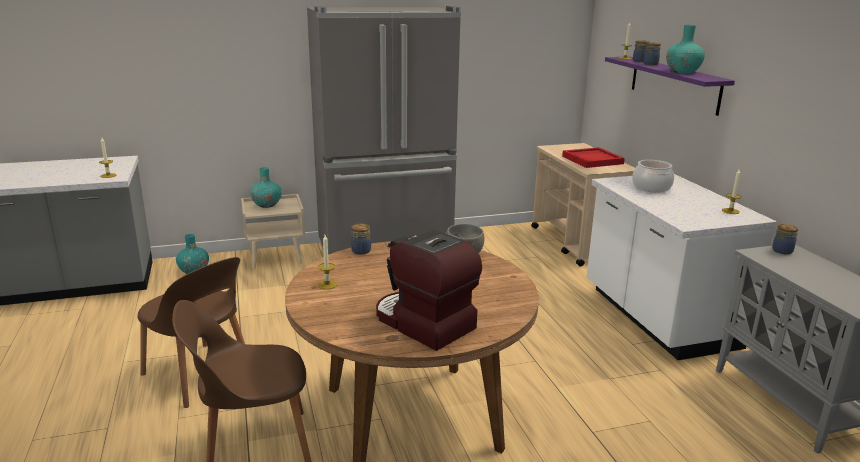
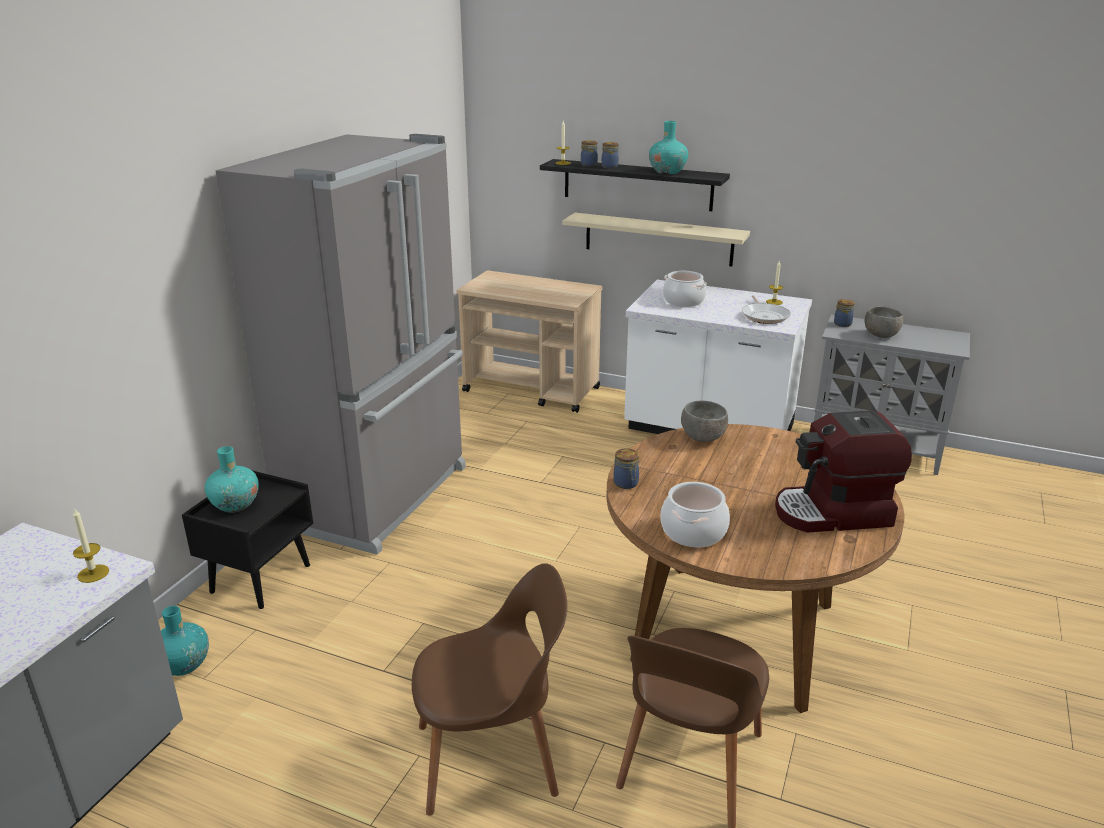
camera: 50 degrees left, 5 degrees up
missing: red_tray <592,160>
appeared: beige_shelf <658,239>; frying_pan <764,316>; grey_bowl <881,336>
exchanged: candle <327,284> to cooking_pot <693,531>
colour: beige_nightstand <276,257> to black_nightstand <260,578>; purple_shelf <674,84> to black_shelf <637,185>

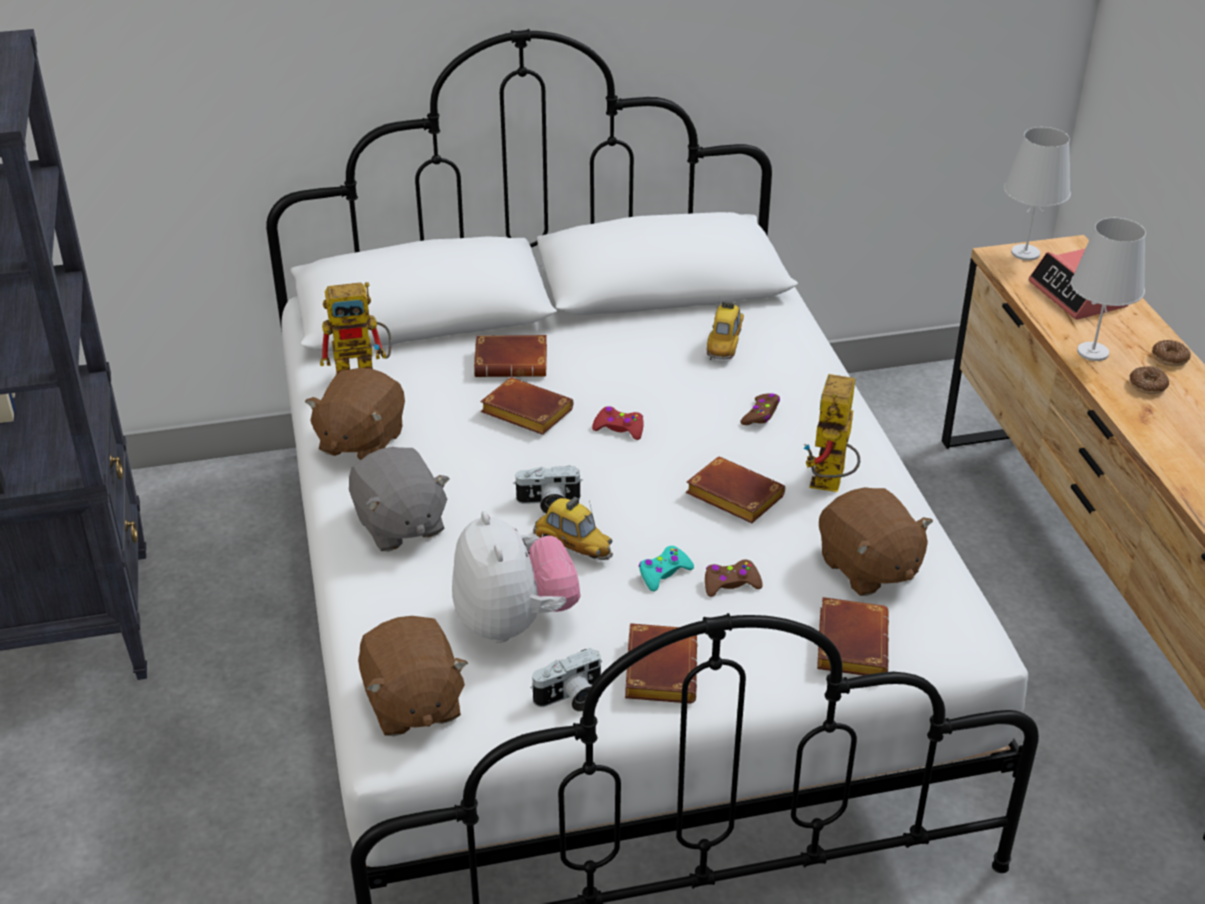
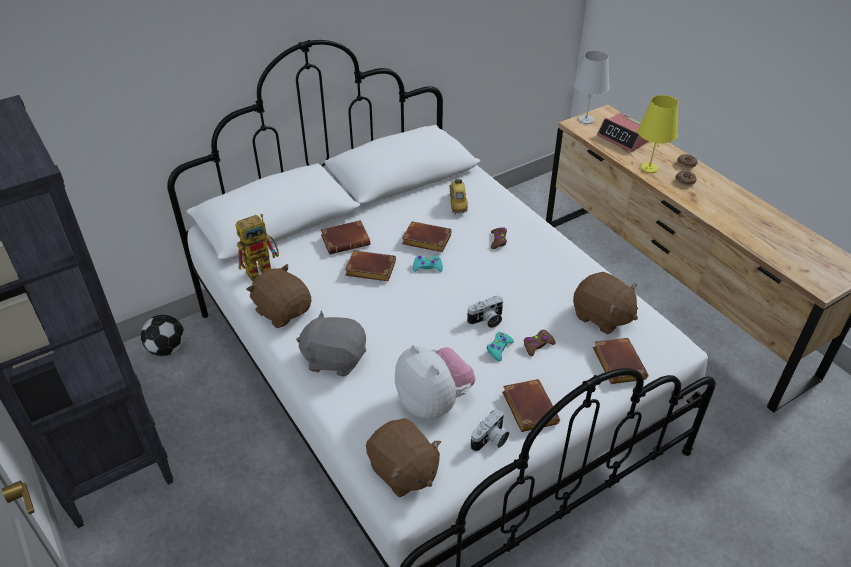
camera: 20 degrees left, 5 degrees up
missing: toy_car <573,547>; toy_robot <830,485>
appeared: football <167,349>
relocated: photo_camera <548,504> to <486,321>; brown_book <731,497> to <425,241>
colour: red_game_controller <619,428> to turquoise_game_controller <427,267>; white_table_lamp <1092,352> to yellow_table_lamp <649,168>
spun: brown_plush_toy <360,441> = <283,311> 135 degrees clockwise; grey_plush_toy <399,525> = <334,359> 150 degrees clockwise

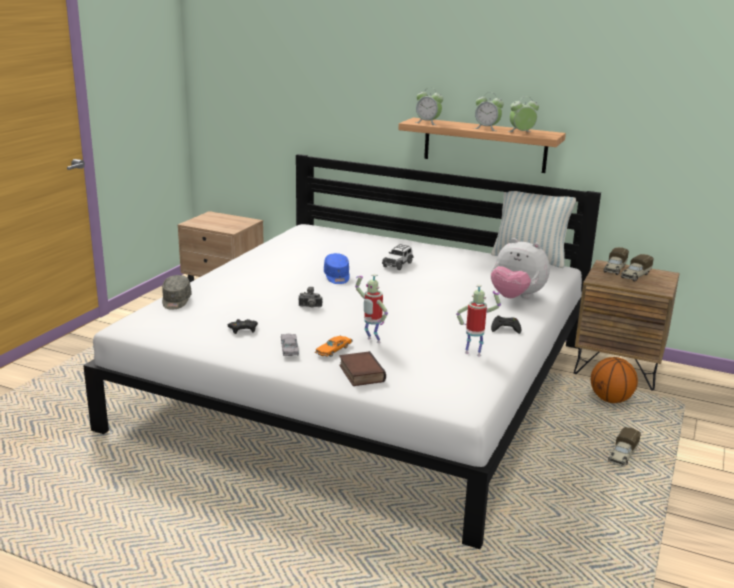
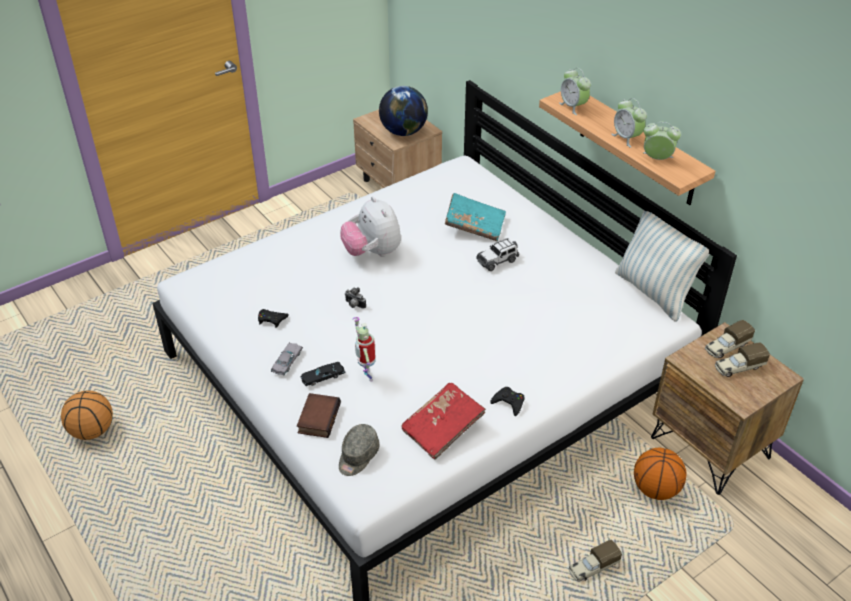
camera: 30 degrees right, 20 degrees up
missing: blue_cap <337,277>
appeared: basketball <91,431>; globe <403,132>; turquoise_book <474,226>
relocated: grey_cap <176,301> to <357,456>; plush_toy <516,297> to <372,252>
exchanged: toy_robot <474,353> to red_book <443,428>
colour: orange_toy_car <333,350> to black_toy_car <323,377>

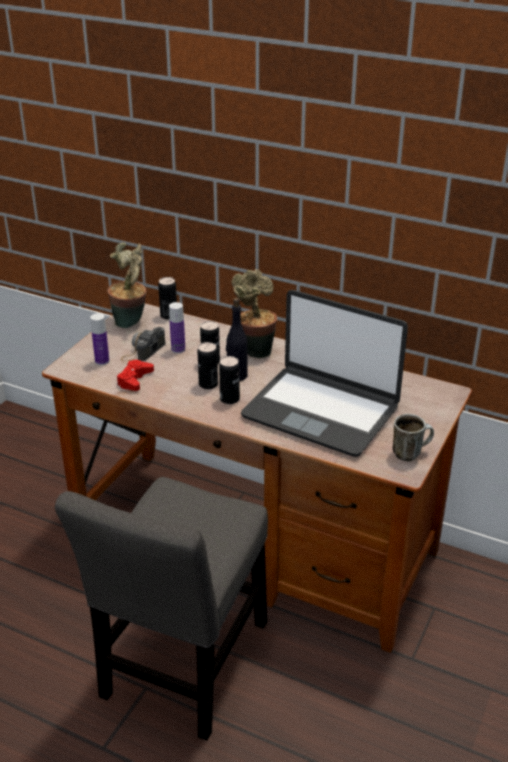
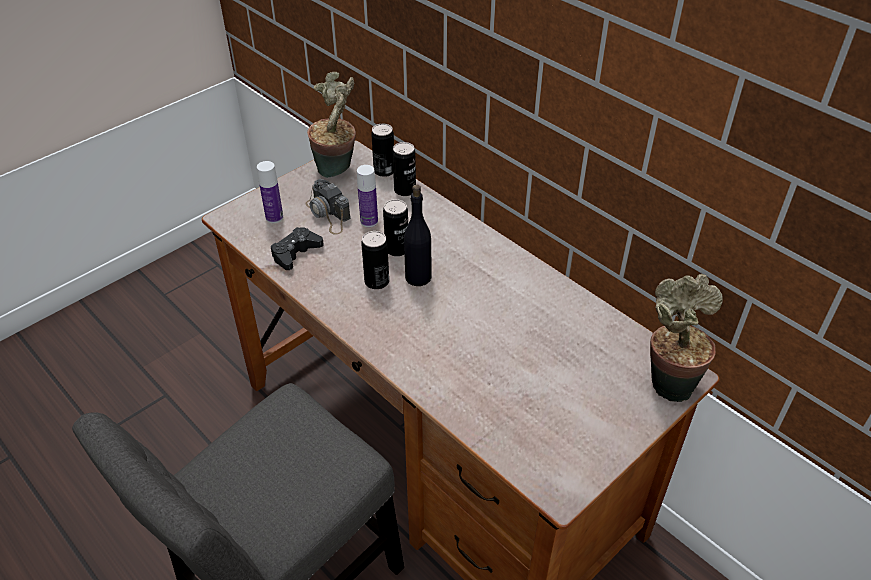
camera: 20 degrees right, 10 degrees up
missing: laptop <321,411>; mug <410,453>
relocated: can <229,399> to <405,190>; potted_plant <255,350> to <669,381>
colour: red_game_controller <134,380> to black_game_controller <296,253>
spun: photo_camera <143,351> = <328,214> 90 degrees counterclockwise

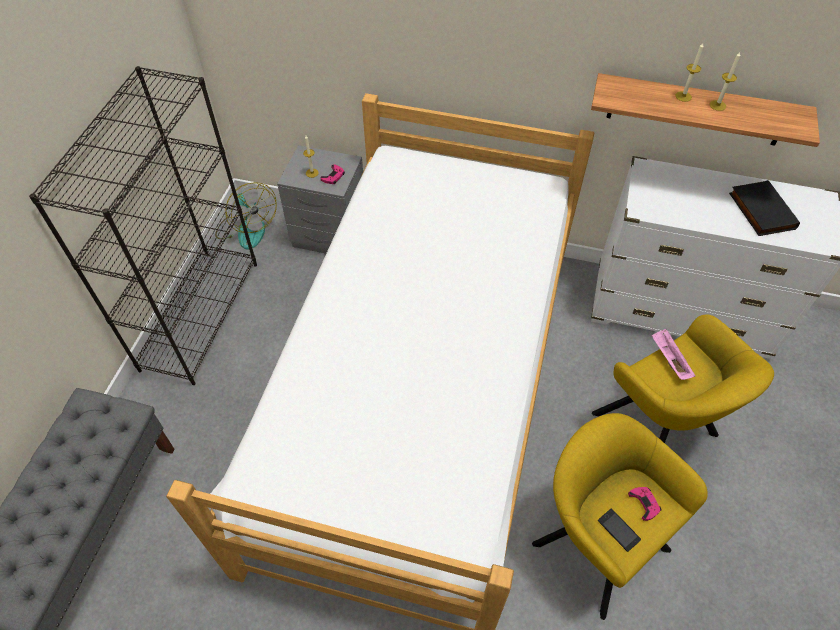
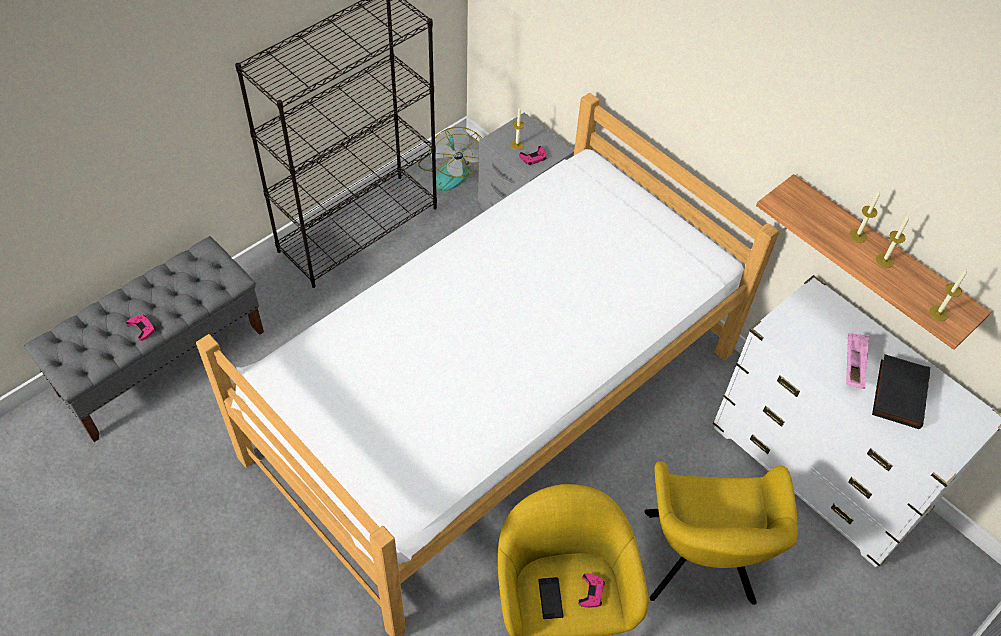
camera: 30 degrees right, 0 degrees up
appeared: pink_game_controller <142,328>; candle <938,313>
relocated: pink_tray <669,359> to <853,365>

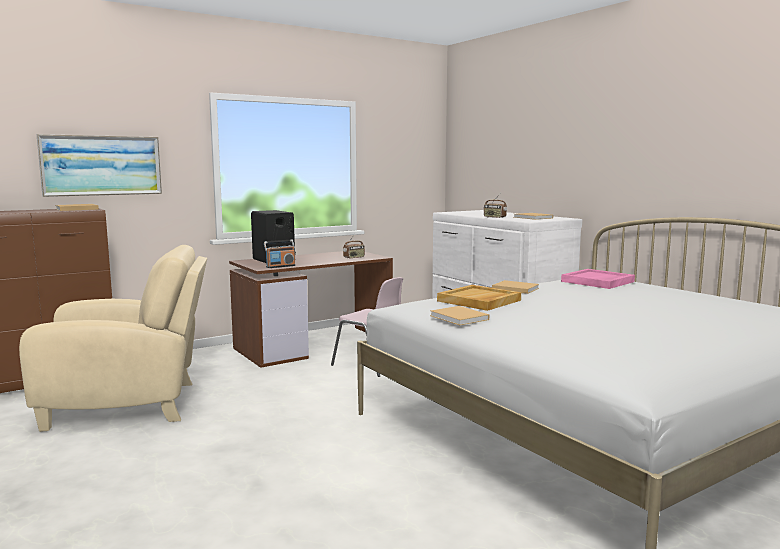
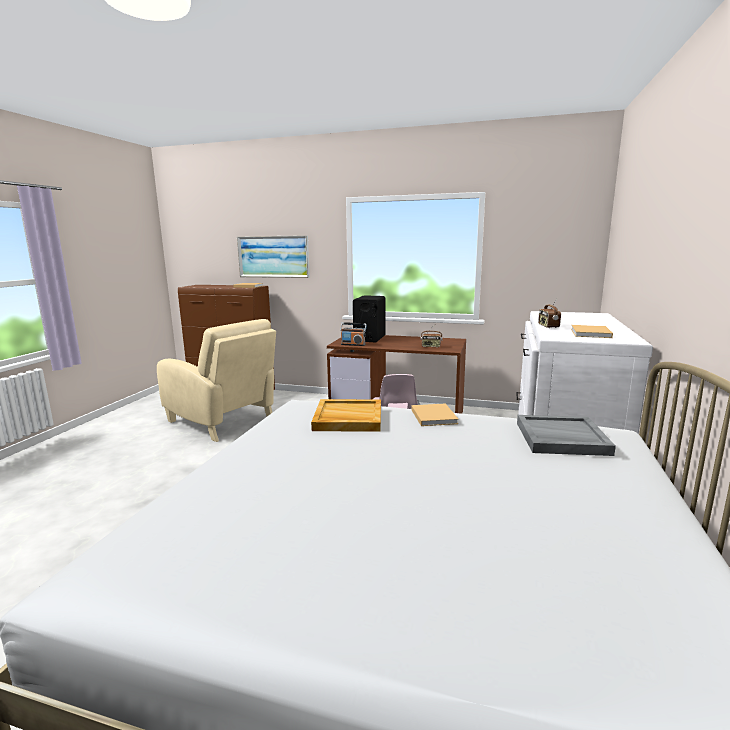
camera: 50 degrees right, 5 degrees up
missing: beige_book <460,318>
colour: pink_tray <597,281> to grey_tray <560,438>

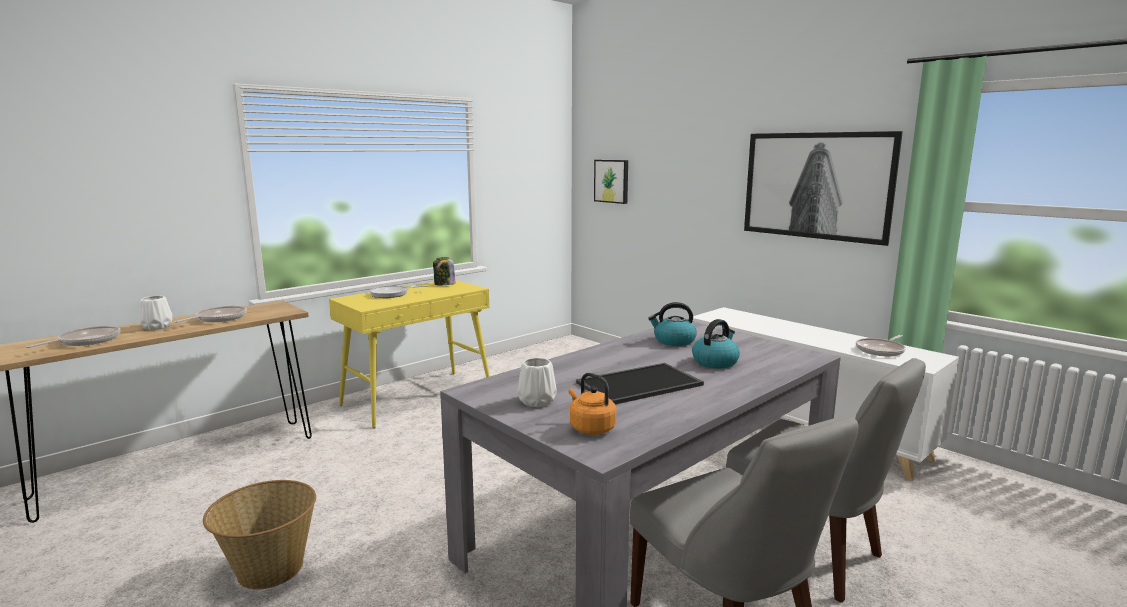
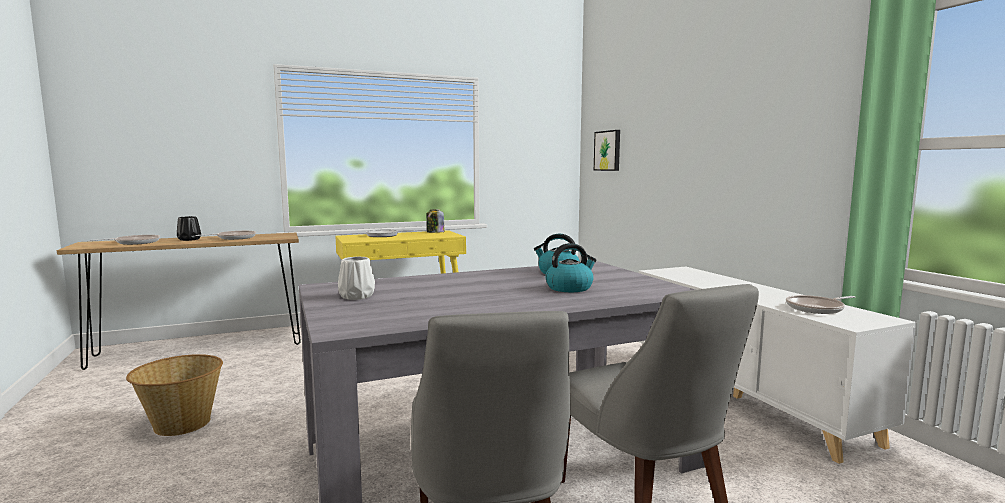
camera: 20 degrees right, 5 degrees down
missing: orange_kettle <590,428>; tray <639,385>; picture <816,185>
colour: white_vase <158,327> to black_vase <189,239>

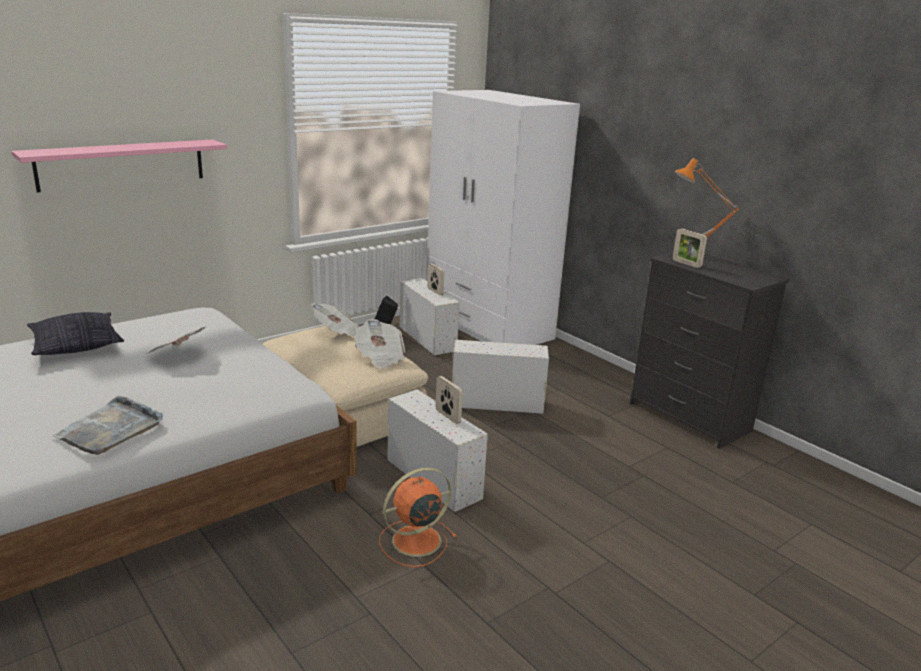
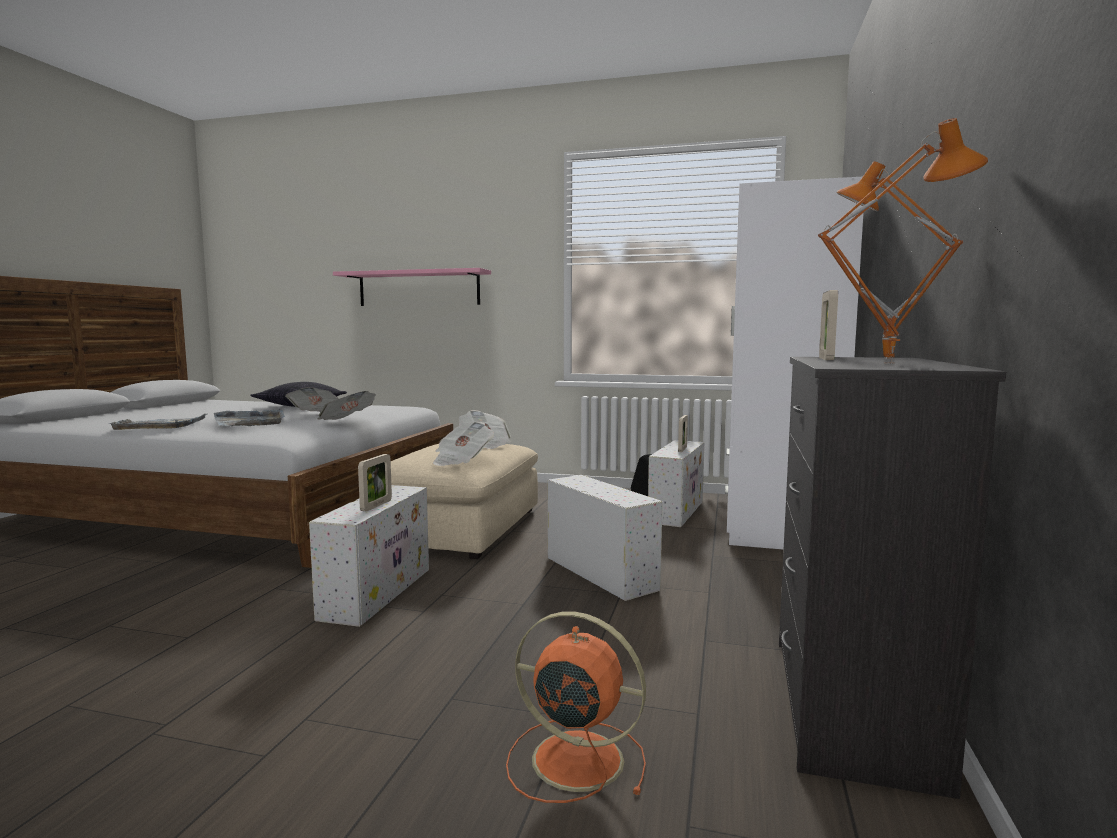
camera: 55 degrees right, 15 degrees down
appeared: grey_tray <250,422>; newspaper <347,422>; orange_table_lamp <886,363>
relocated: orange_fan <414,541> to <573,759>

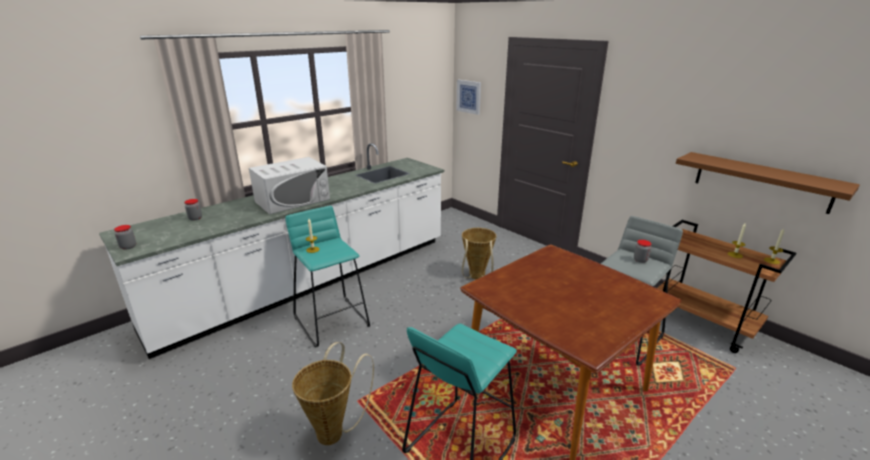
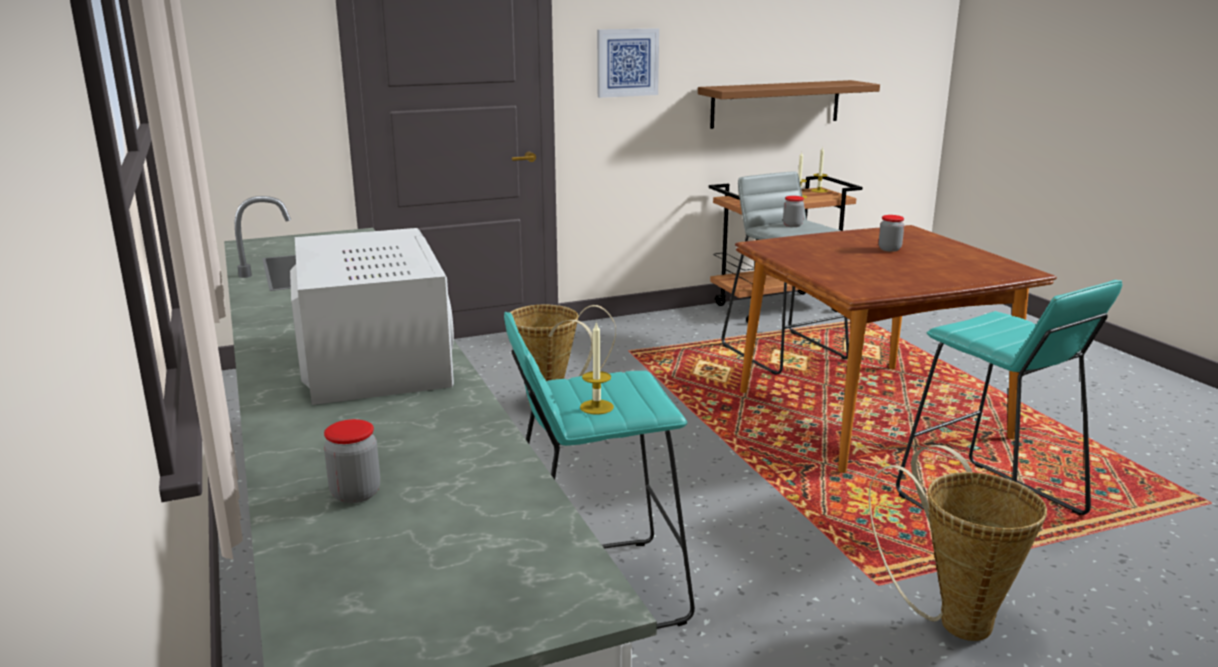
camera: 70 degrees left, 5 degrees down
relocated: jar <128,247> to <889,249>; picture <469,96> to <627,62>

